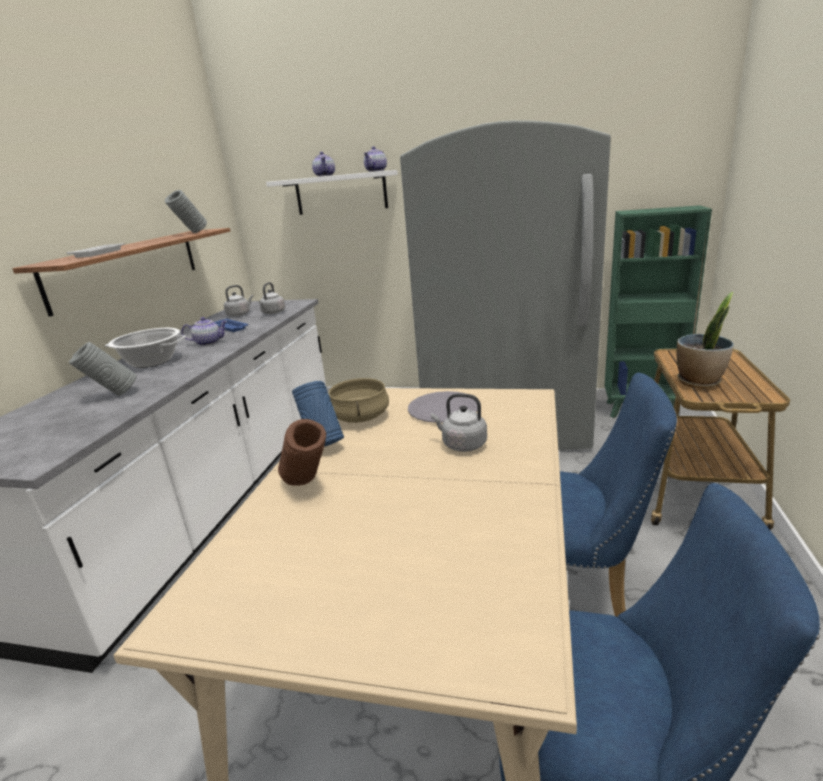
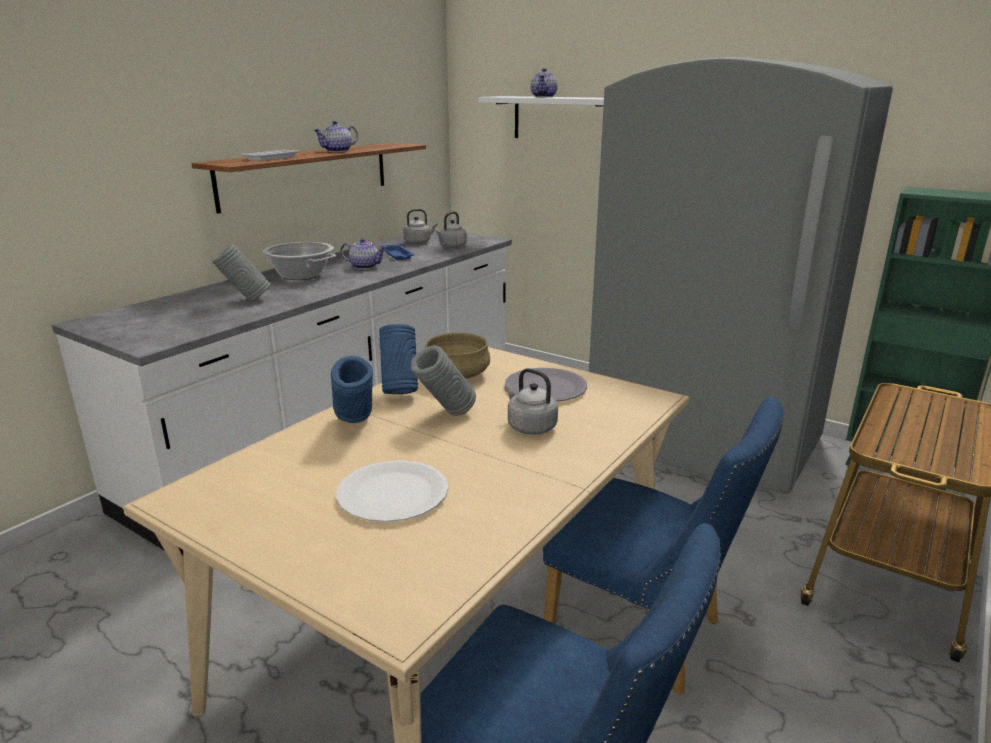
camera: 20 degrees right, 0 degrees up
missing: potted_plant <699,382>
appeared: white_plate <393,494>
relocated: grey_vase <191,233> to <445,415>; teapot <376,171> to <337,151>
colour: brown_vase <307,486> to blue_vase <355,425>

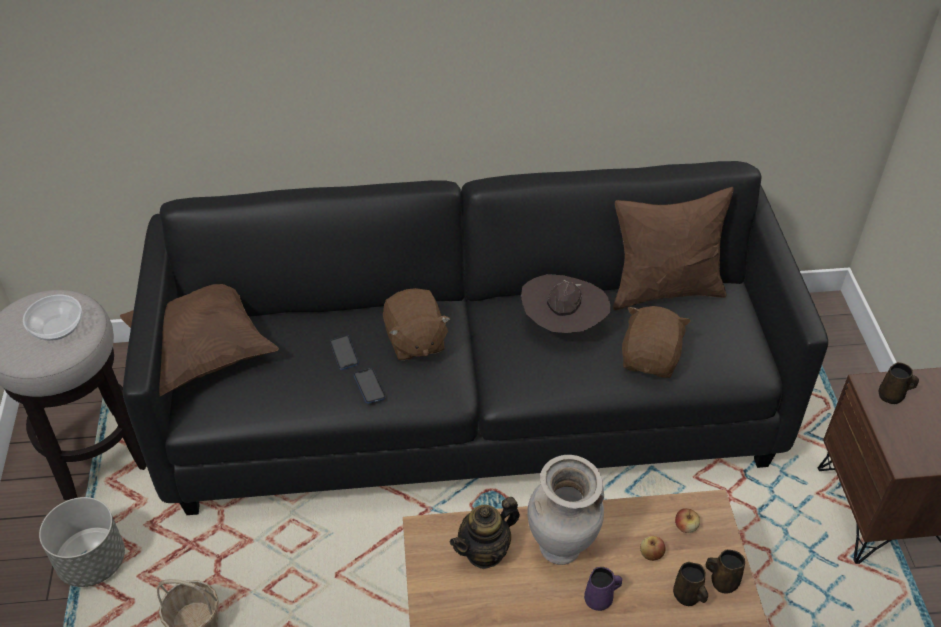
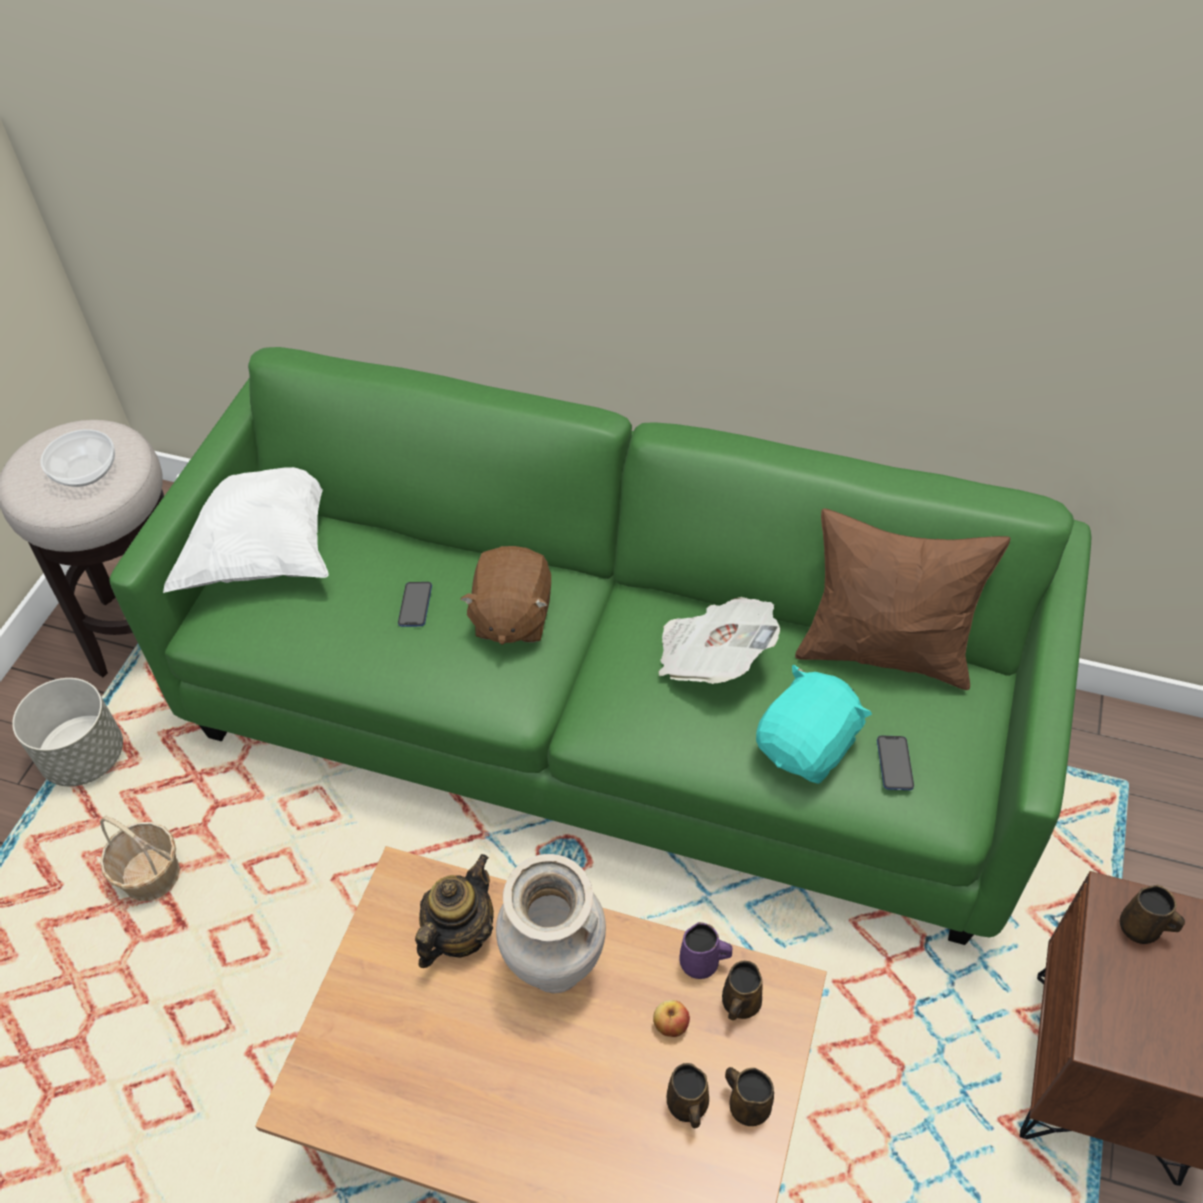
camera: 25 degrees right, 5 degrees up
relocated: phone <369,386> to <894,763>; purple_mug <600,599> to <701,963>
exchanged: brown_hat <562,326> to newspaper <712,658>; apple <685,527> to brown_mug <740,1004>
colour: brown_pillow <203,351> to white_pillow <259,548>; black_sofa <471,405> to green_sofa <607,714>; brown_plush_toy <651,359> to turquoise_plush_toy <808,746>
spun: teapot <485,551> = <459,933> 135 degrees clockwise

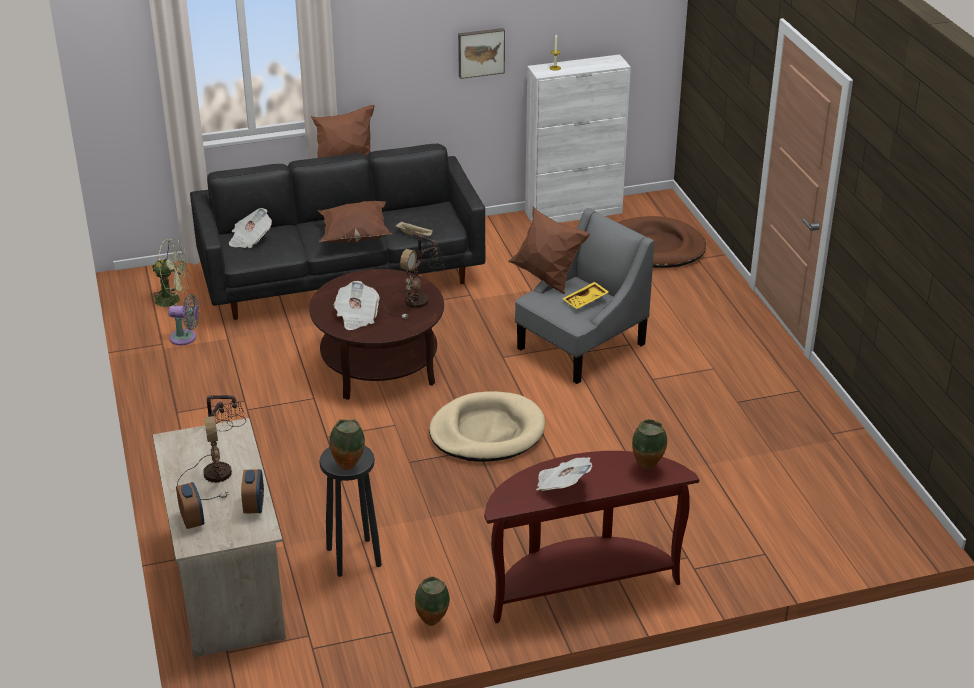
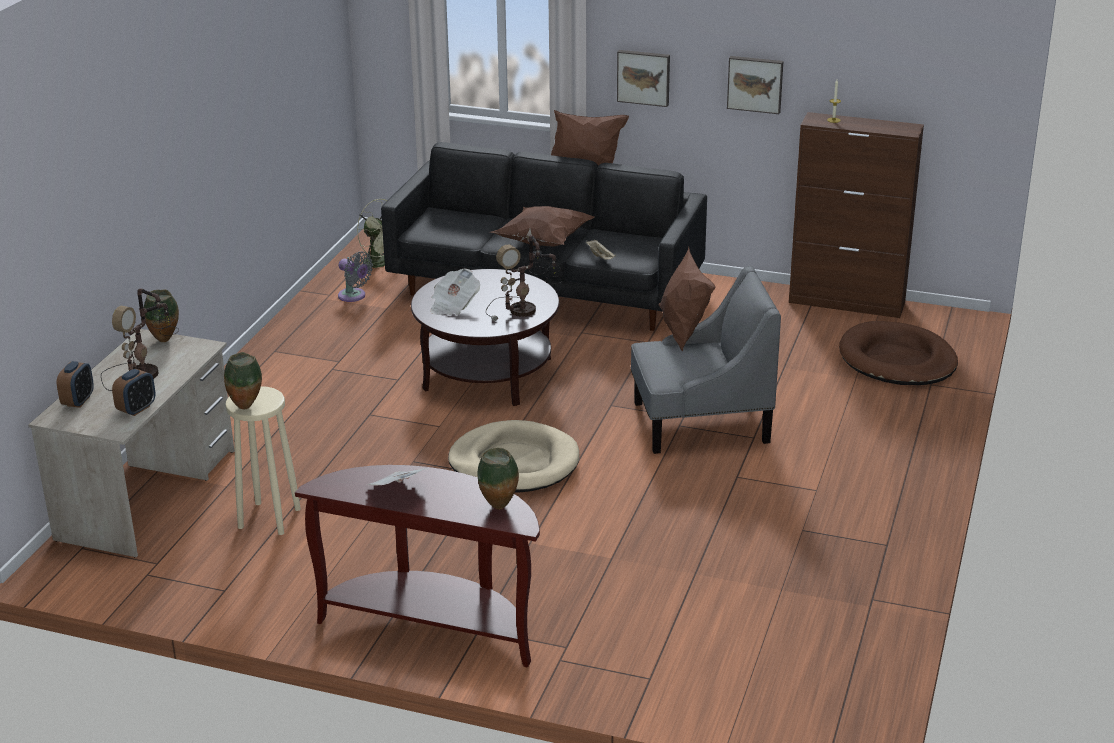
camera: 35 degrees right, 5 degrees down
missing: newspaper <250,239>; yellow_tray <586,301>
appeared: picture <644,77>
relocated: vase <432,622> to <165,341>
colour: black_stool <354,557> to beige_stool <269,518>; white_cabinet <574,212> to brown_cabinet <847,302>

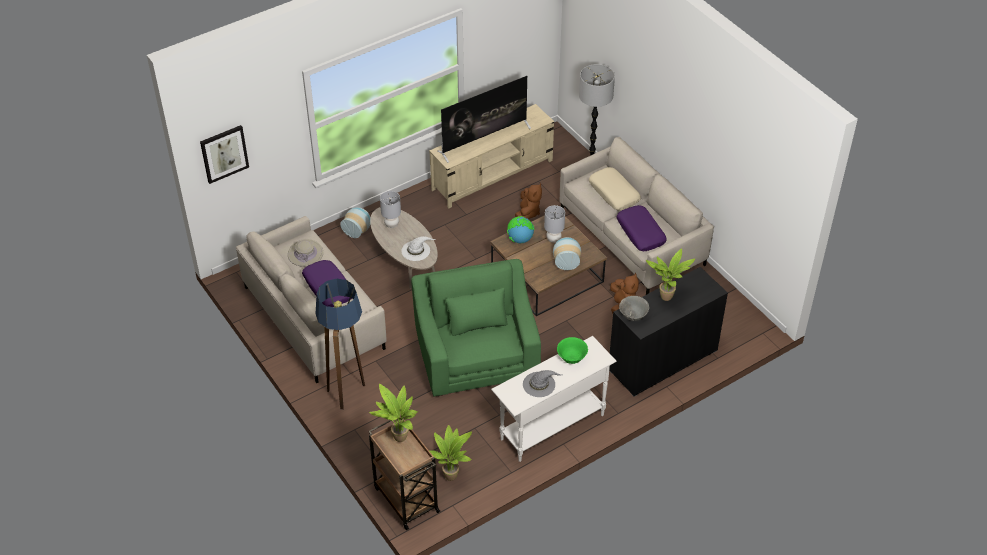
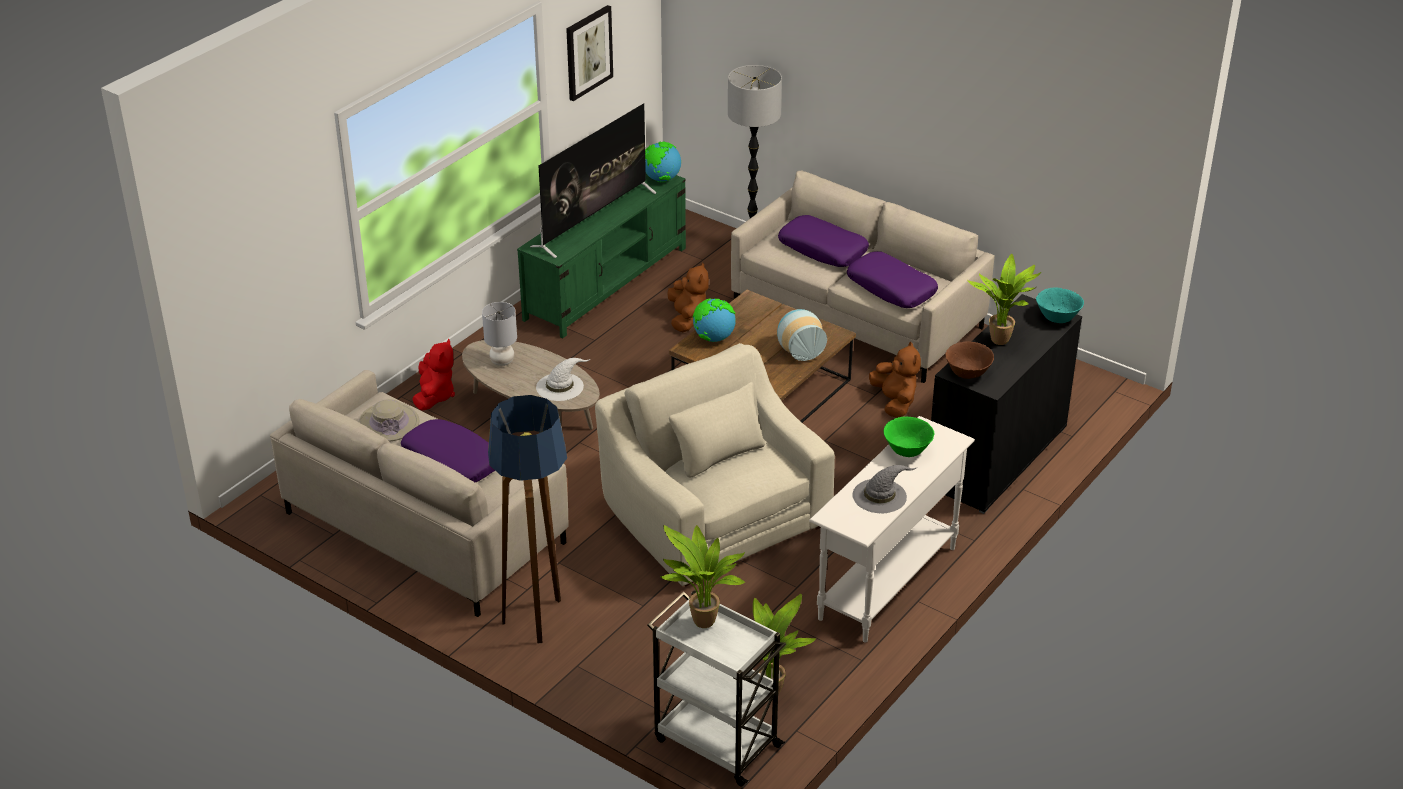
camera: 20 degrees left, 10 degrees down
missing: grey_table_lamp <553,239>
appeared: globe <661,179>; turquoise_bowl <1057,318>
relocated: picture <224,153> to <588,52>
exchanged: vase <358,230> to red_plush_toy <434,396>
colour: brown_cart <405,498> to white_cart <715,741>; green_armchair <476,354> to beige_armchair <714,515>; beige_tv_stand <493,175> to green_tv_stand <606,283>; beige_pillow <614,193> to purple_pillow <823,249>; grey_bowl <633,316> to brown_bowl <968,374>

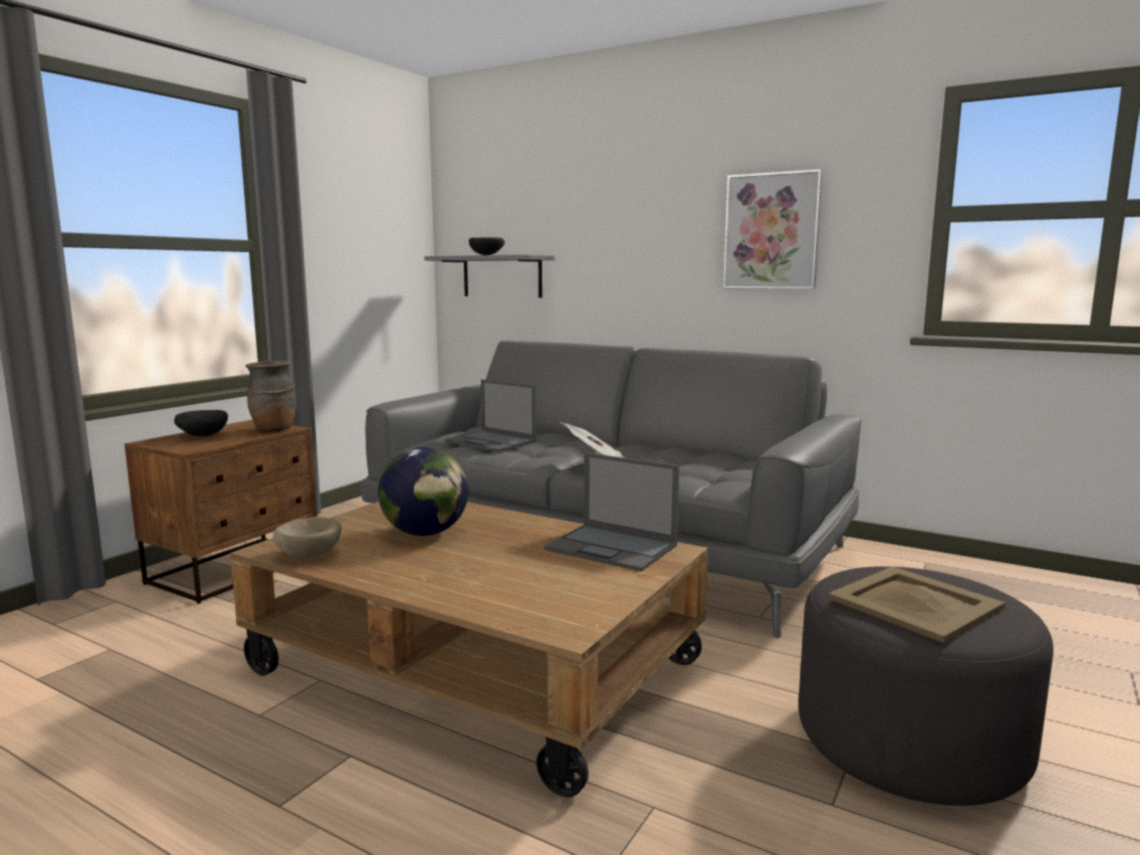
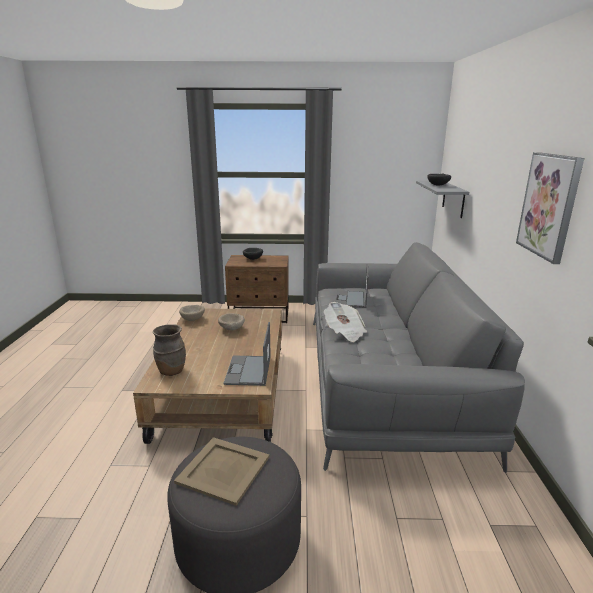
camera: 60 degrees right, 10 degrees up
relocated: brown_vase <273,430> to <171,371>
exchanged: globe <425,533> to beige_bowl <231,329>

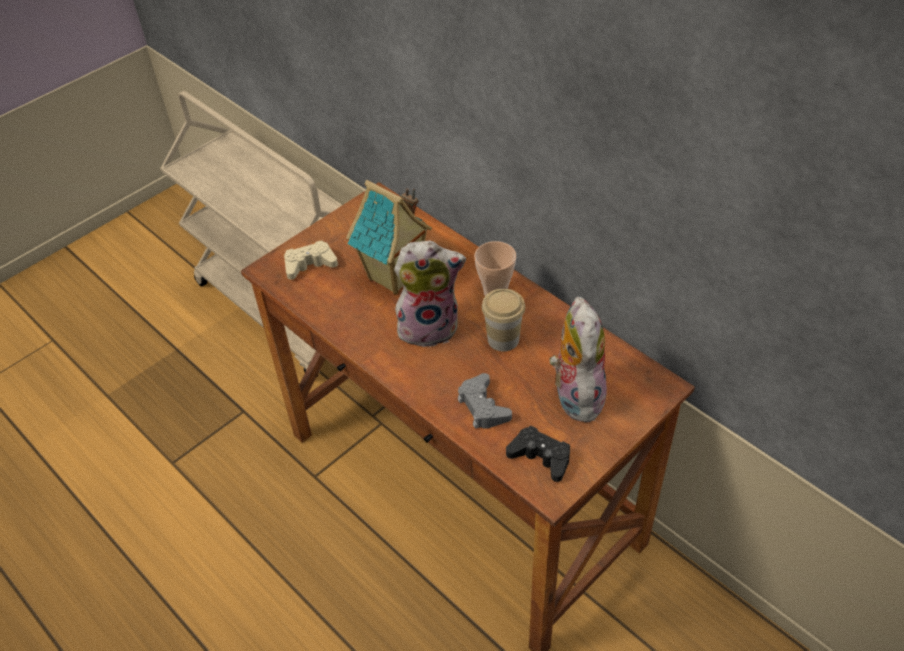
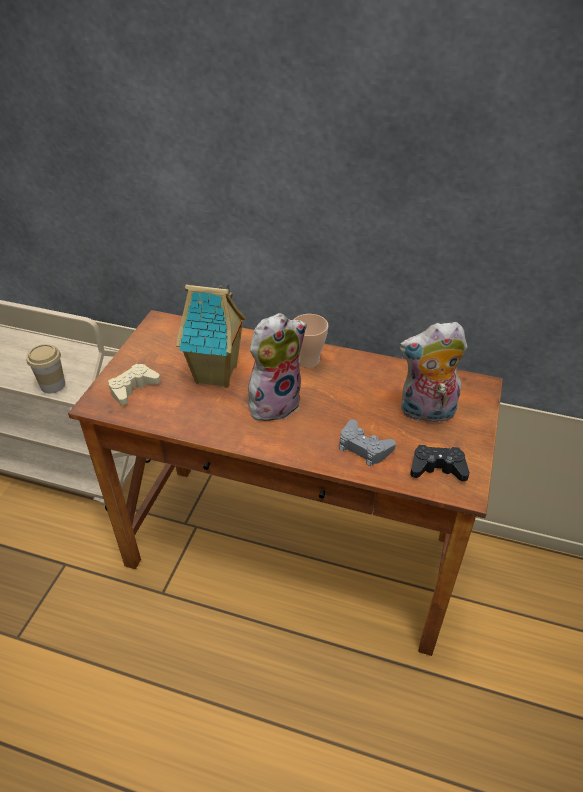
camera: 30 degrees left, 5 degrees down
relocated: cup <503,339> to <53,385>
spun: plush_toy <575,395> = <426,413> 60 degrees counterclockwise

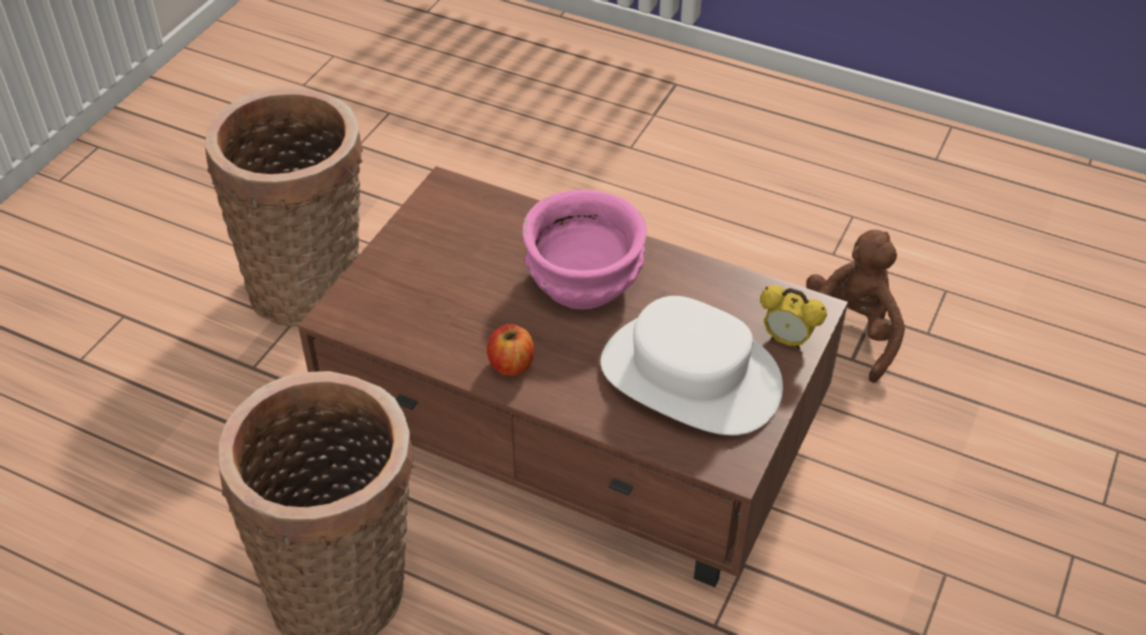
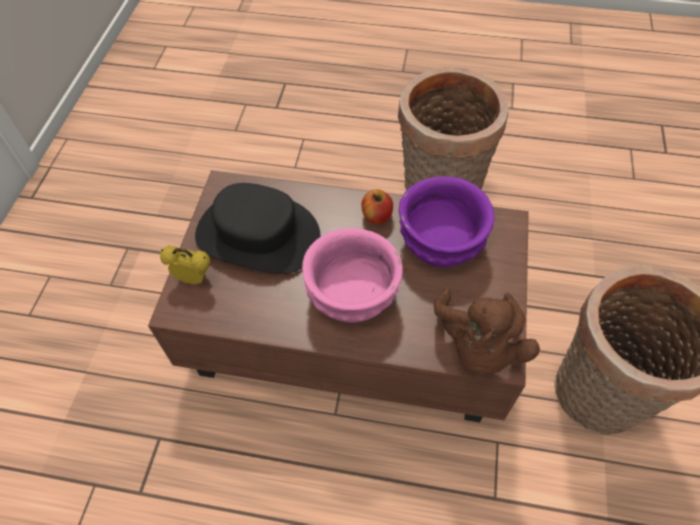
camera: 165 degrees right, 10 degrees up
appeared: purple_bowl <442,242>
relocated: brown_plush_toy <849,334> to <478,346>
colour: white_hat <689,377> to black_hat <258,235>

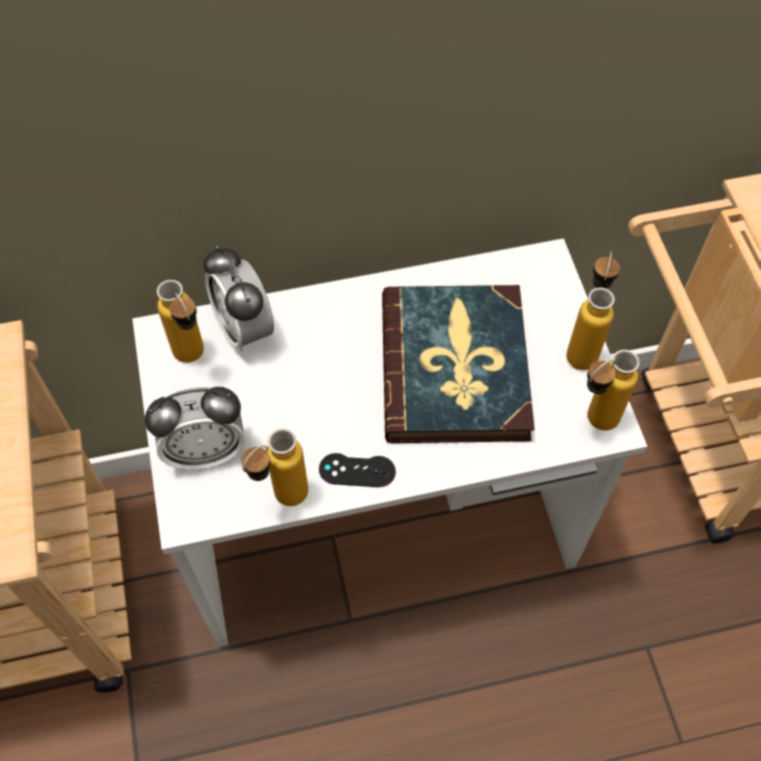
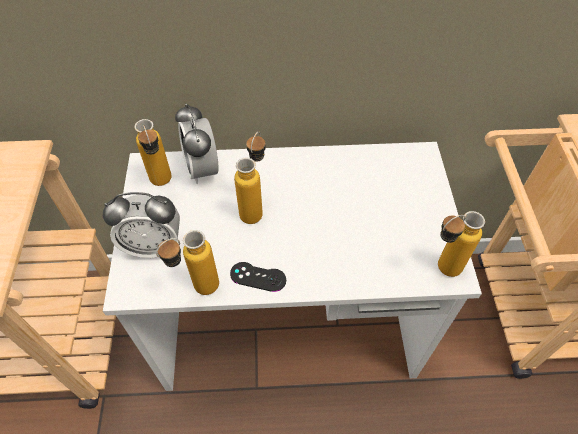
camera: 10 degrees right, 5 degrees down
missing: book <455,368>
relocated: bottle <583,347> to <255,208>

